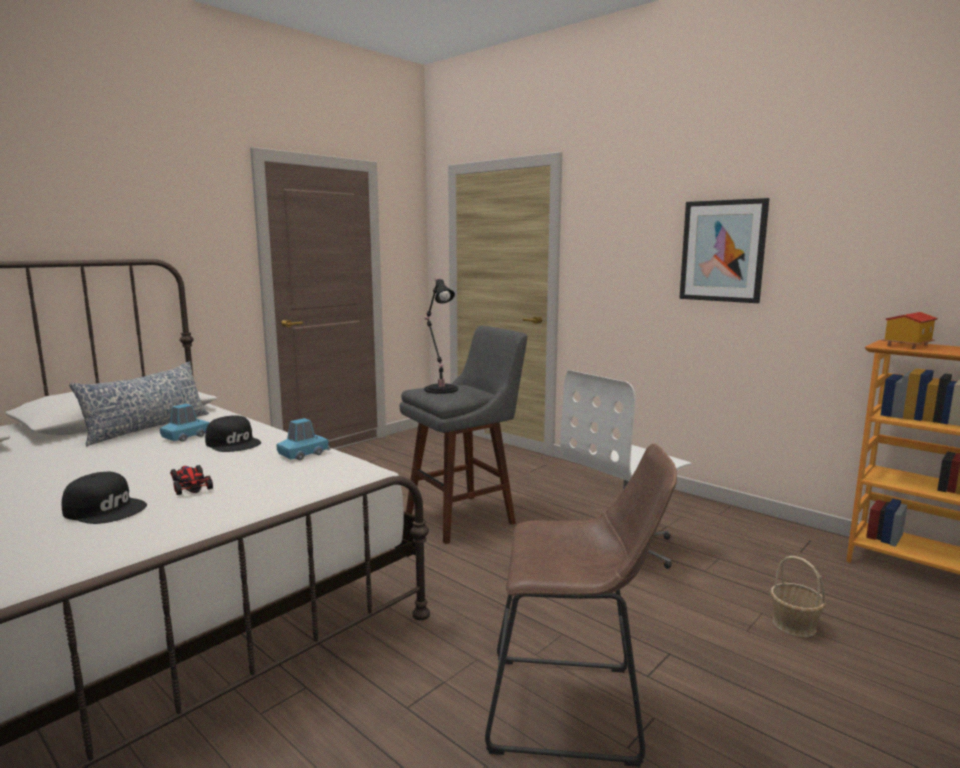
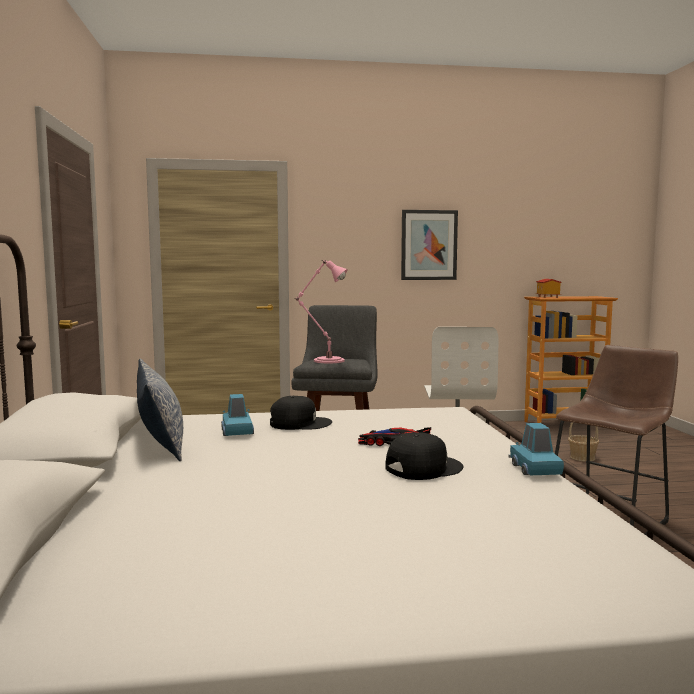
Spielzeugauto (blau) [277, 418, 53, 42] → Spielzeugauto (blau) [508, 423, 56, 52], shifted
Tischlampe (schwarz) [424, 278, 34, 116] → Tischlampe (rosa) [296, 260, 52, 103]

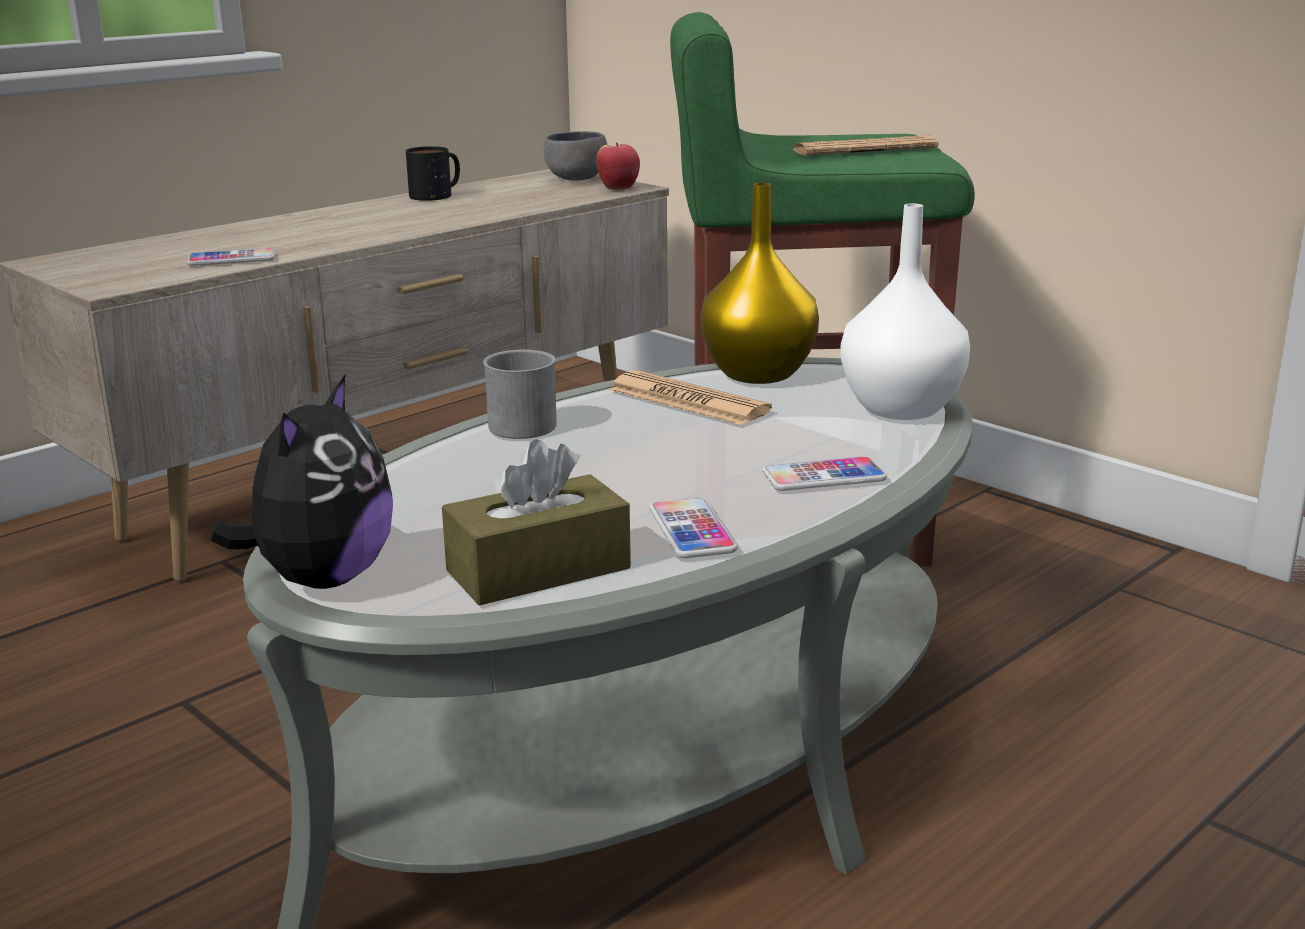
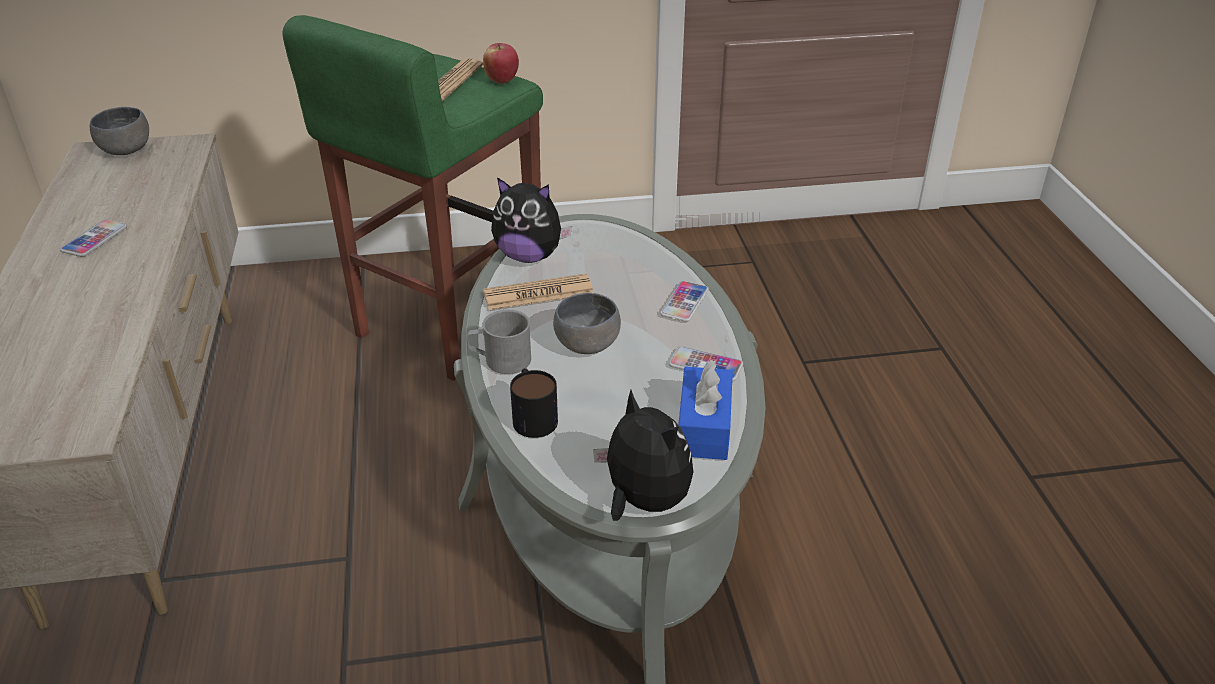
Handy [187, 248, 88, 18] → Handy [60, 220, 67, 37], shifted
Henkelbecher [406, 146, 54, 55] → Henkelbecher [510, 368, 48, 70], shifted
Taschentuchbox (braun) [442, 439, 189, 167] → Taschentuchbox (blau) [678, 360, 55, 100]
Apfel [597, 143, 43, 47] → Apfel [483, 43, 36, 41], shifted
Vase (gelb) [701, 183, 118, 201] → Plüschtier [491, 177, 81, 86]
Vase (weiß) [840, 204, 130, 216] → -
- → Schüssel (grau) [553, 293, 68, 61]

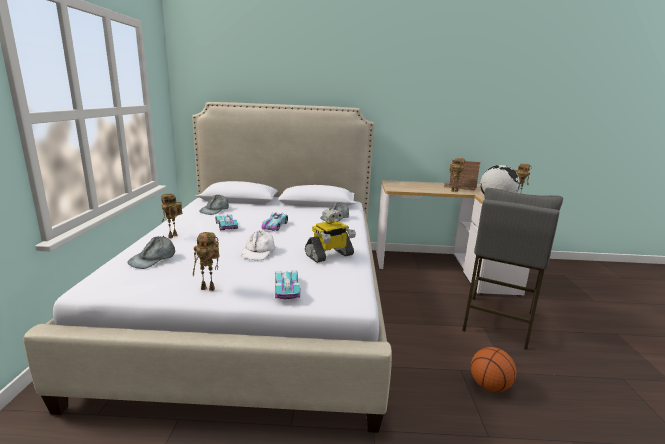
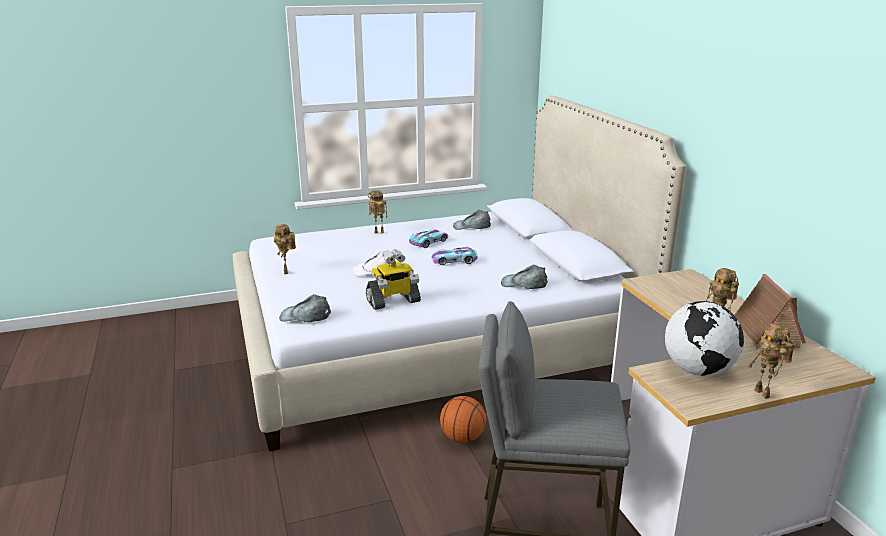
Kappe (grau) [128, 236, 47, 33] → Kappe (grau) [279, 294, 52, 28], shifted
Spielzeugauto [275, 271, 25, 28] → -
Spielzeugroboter [305, 209, 51, 54] → Spielzeugroboter [366, 249, 55, 61], 60 degrees counterclockwise
Basketball [471, 347, 46, 45] → Basketball [440, 396, 46, 47], shifted

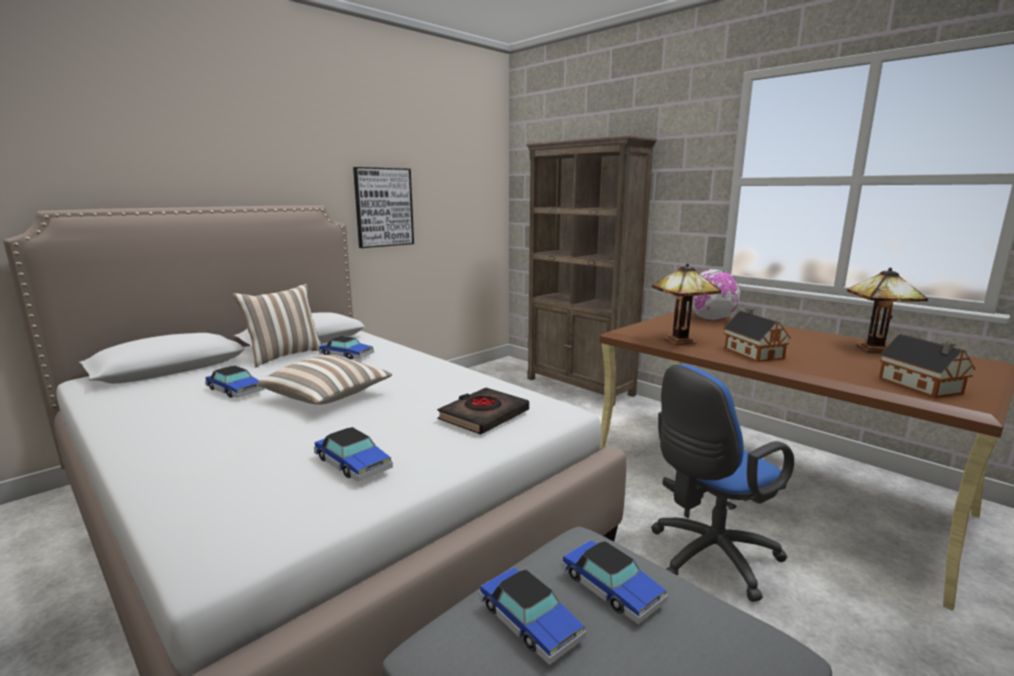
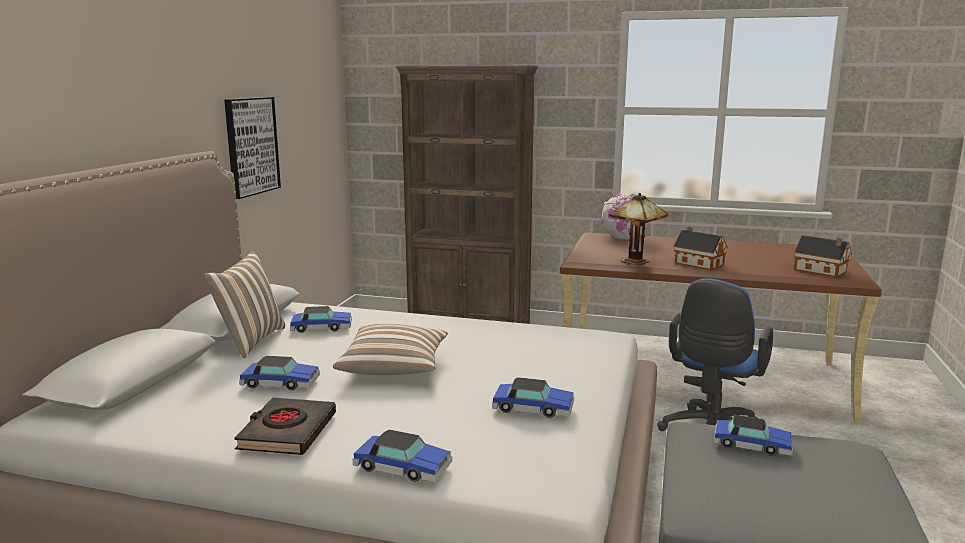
Buch (schwarz) [437, 388, 92, 47] → Buch (schwarz) [234, 398, 102, 57], shifted
Spielzeugauto [479, 567, 107, 98] → Spielzeugauto [353, 430, 99, 52], shifted
Tischlampe [847, 268, 81, 85] → -

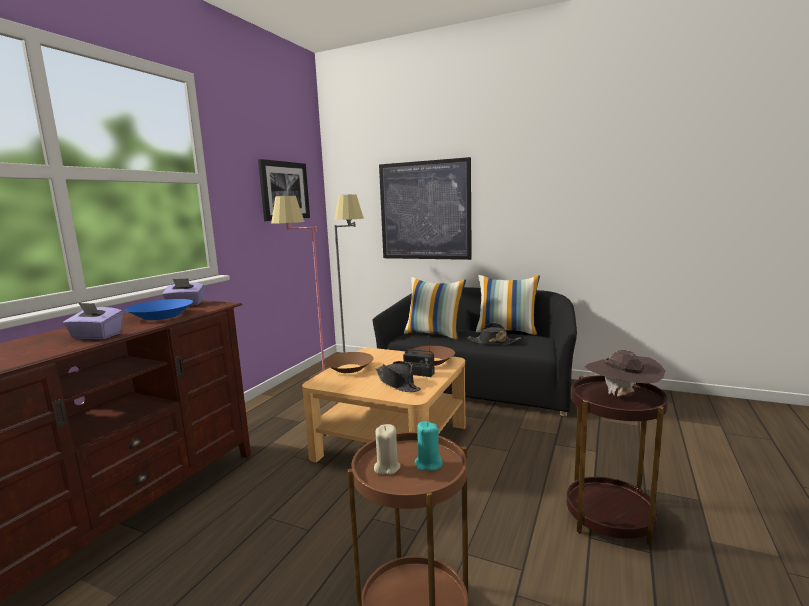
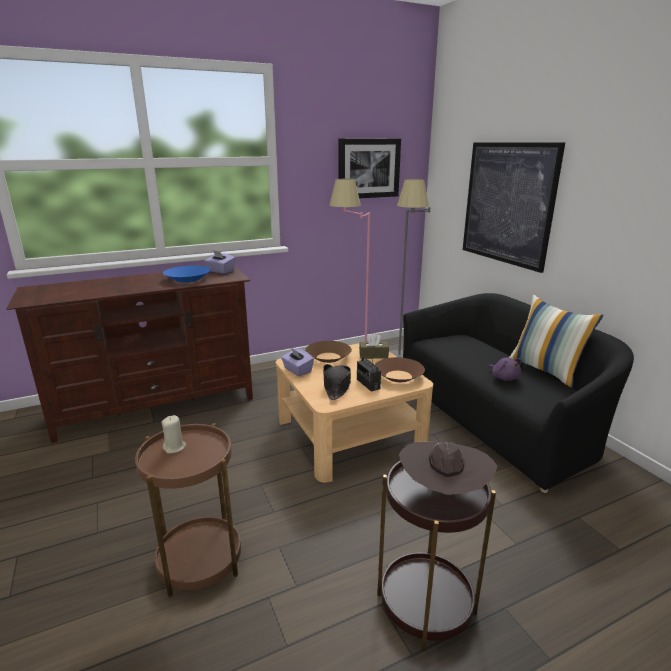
Taschentuchbox (lila) [63, 303, 60, 36] → Taschentuchbox (lila) [281, 348, 33, 28], shifted
Kissen [404, 277, 62, 63] → -
Kerze (türkis) [414, 422, 29, 49] → -
Hut (schwarz) [467, 322, 54, 23] → Plüschtier (lila) [488, 358, 33, 23]
- → Taschentuchbox (braun) [359, 333, 30, 26]

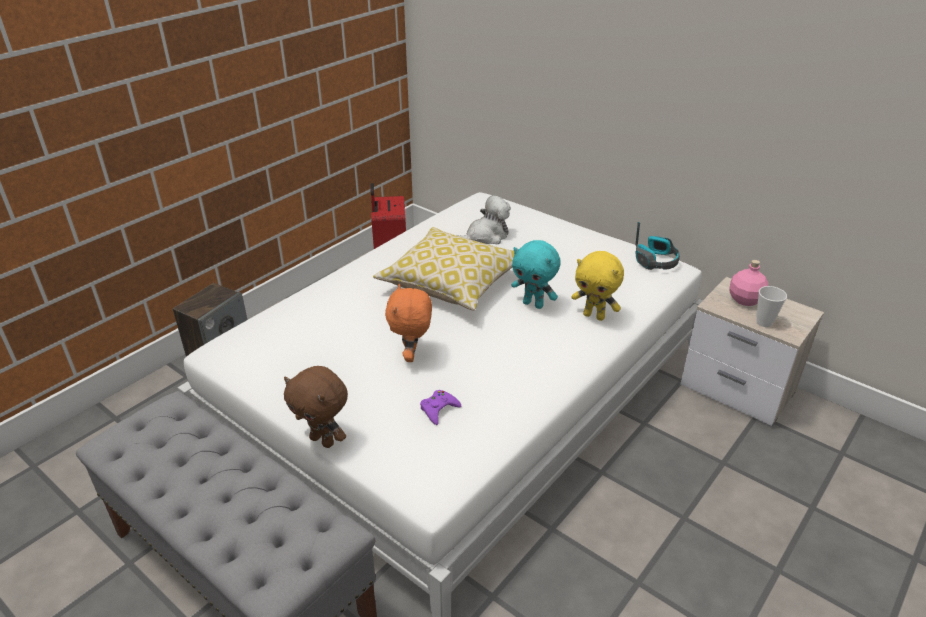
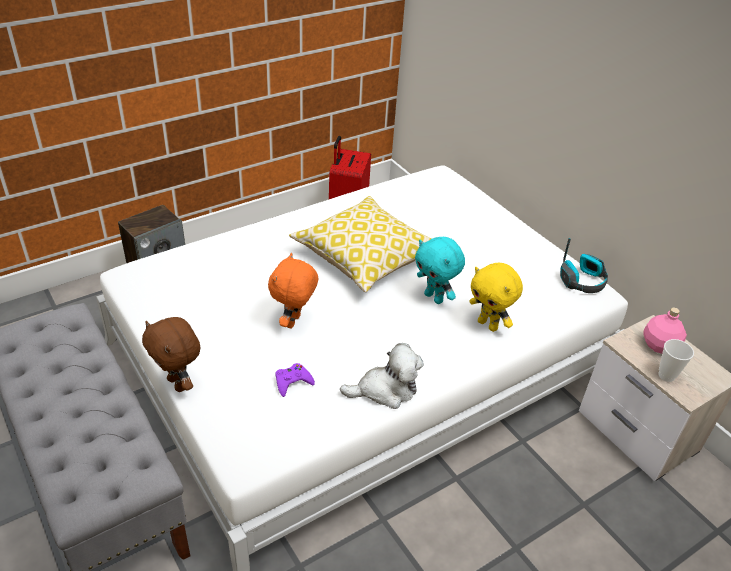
Plüschtier [457, 195, 54, 49] → Plüschtier [340, 343, 84, 66], shifted

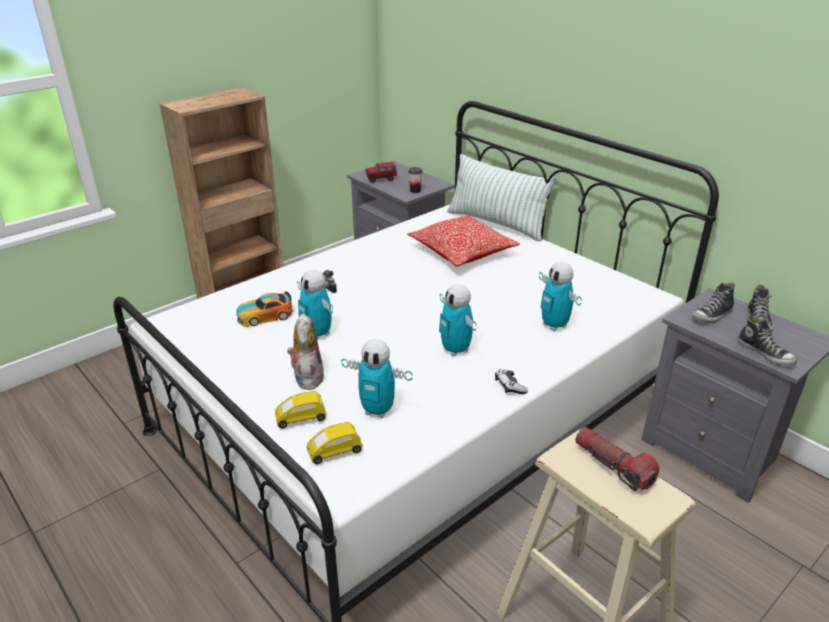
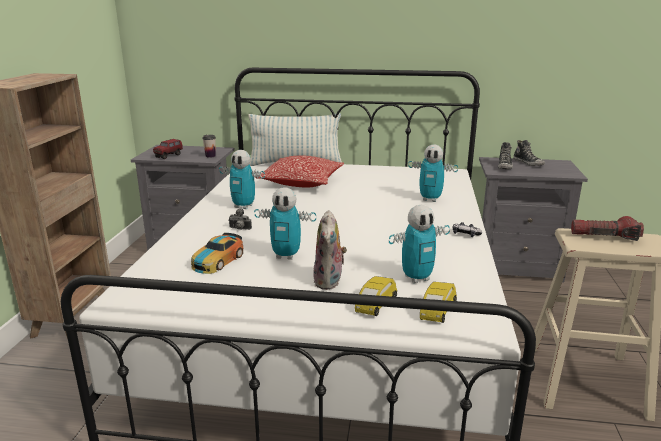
Plüschtier [287, 313, 37, 77] → Plüschtier [313, 210, 34, 80], 135 degrees counterclockwise
Spielzeugroboter [439, 284, 38, 73] → Spielzeugroboter [219, 150, 46, 59], shifted
Schuh [737, 315, 60, 51] → -

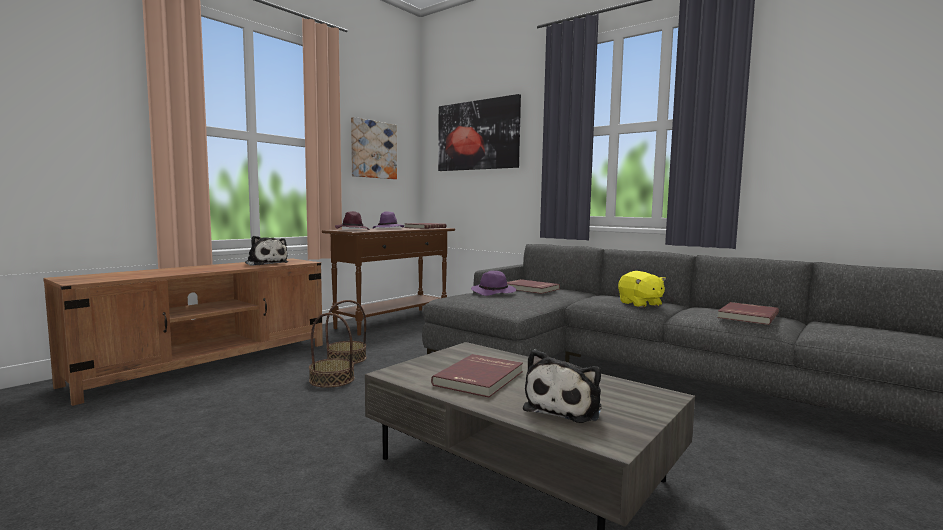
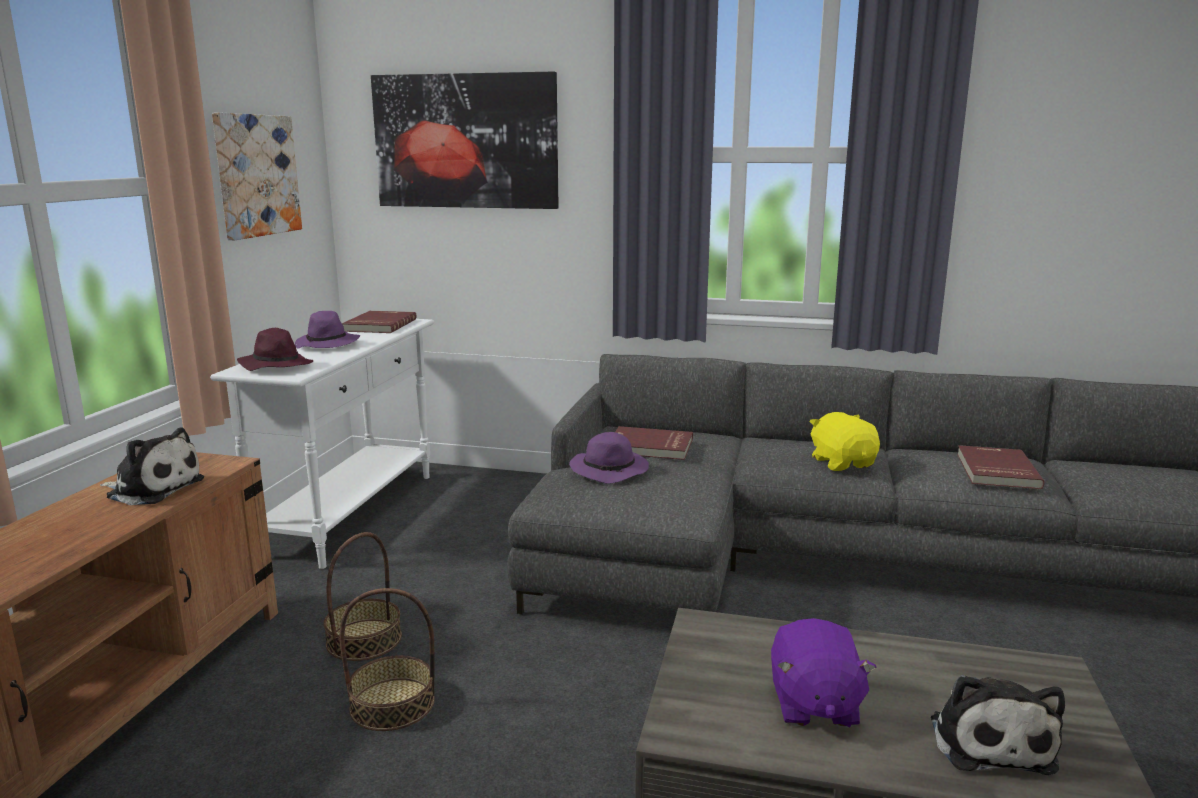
Konsolentisch (braun) [322, 228, 133, 108] → Konsolentisch (weiß) [210, 319, 224, 250]
Buch (rot) [431, 354, 92, 44] → Plüschtier (lila) [771, 618, 106, 109]
Plüschtier (gelb) [618, 271, 48, 37] → Plüschtier (gelb) [810, 412, 70, 59], 150 degrees counterclockwise

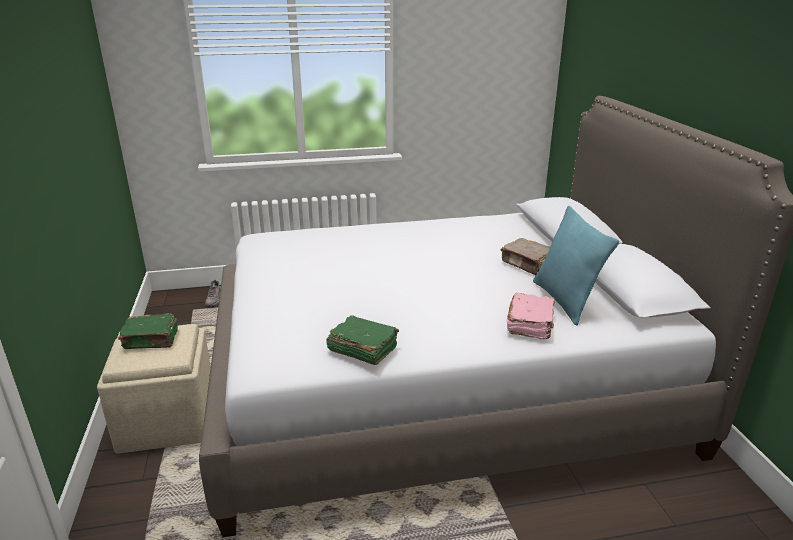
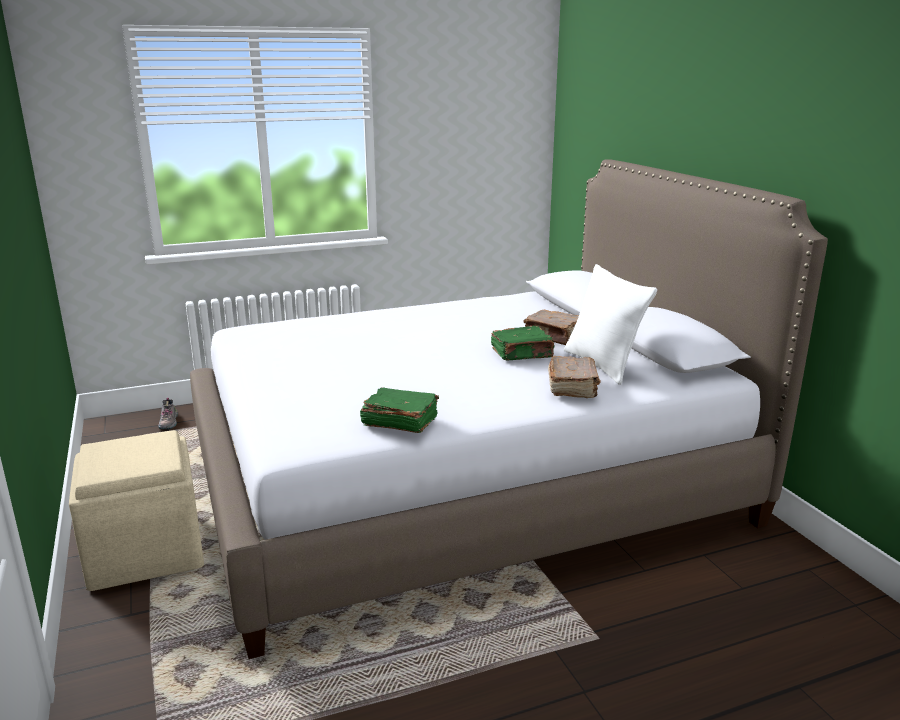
Buch (grün) [118, 313, 61, 36] → Buch (grün) [491, 326, 64, 35], shifted
Buch (rosa) [507, 293, 48, 46] → Buch (braun) [548, 356, 53, 42]
Kissen (türkis) [533, 206, 86, 120] → Kissen (weiß) [564, 264, 93, 121]

